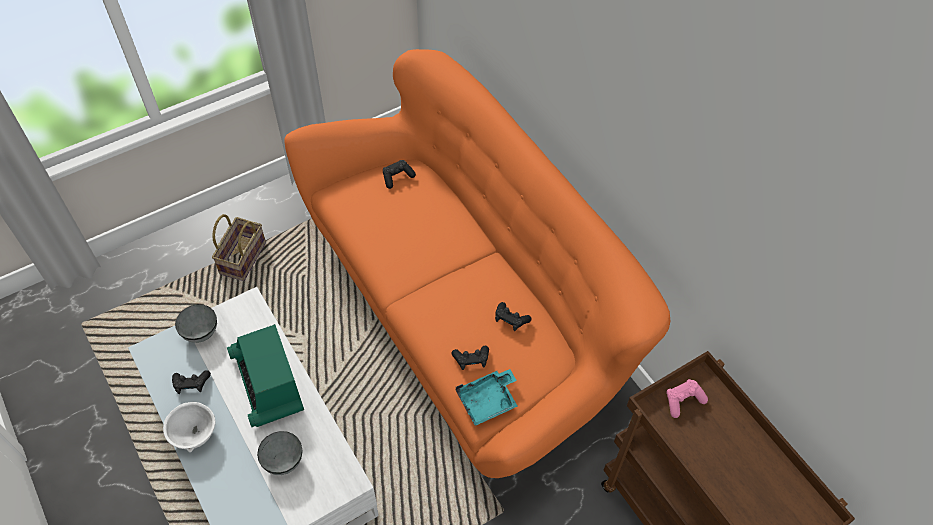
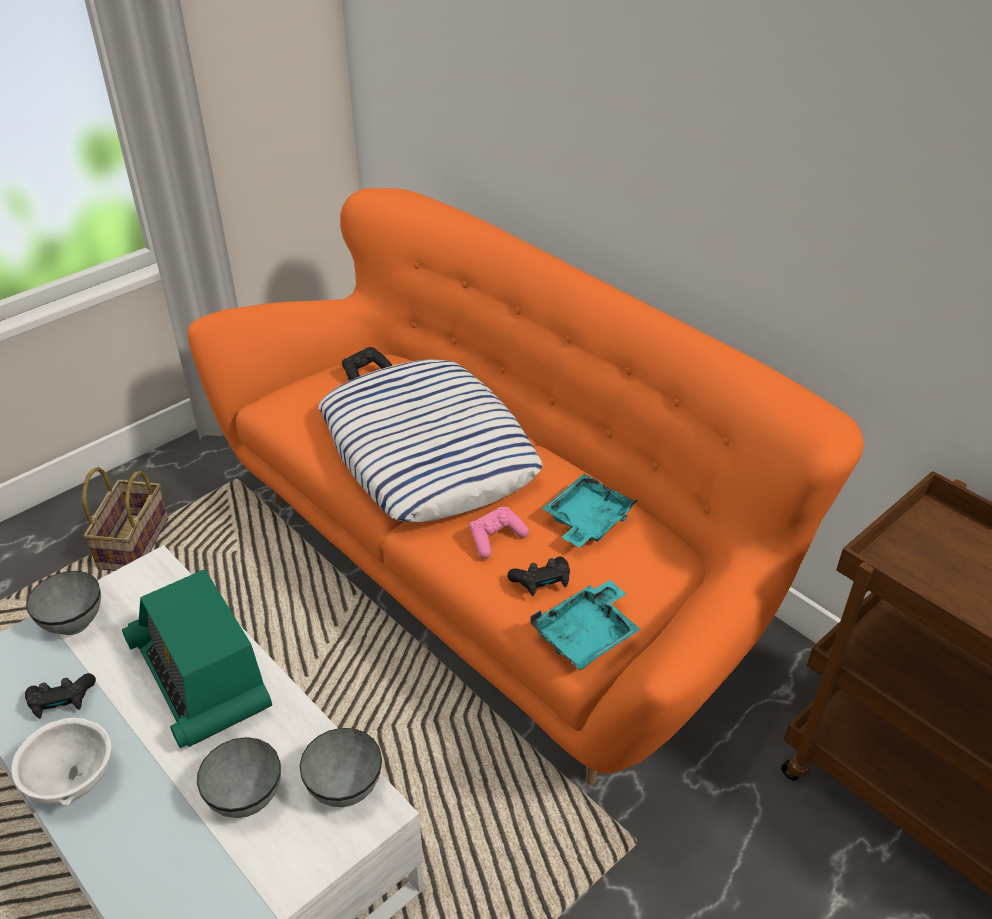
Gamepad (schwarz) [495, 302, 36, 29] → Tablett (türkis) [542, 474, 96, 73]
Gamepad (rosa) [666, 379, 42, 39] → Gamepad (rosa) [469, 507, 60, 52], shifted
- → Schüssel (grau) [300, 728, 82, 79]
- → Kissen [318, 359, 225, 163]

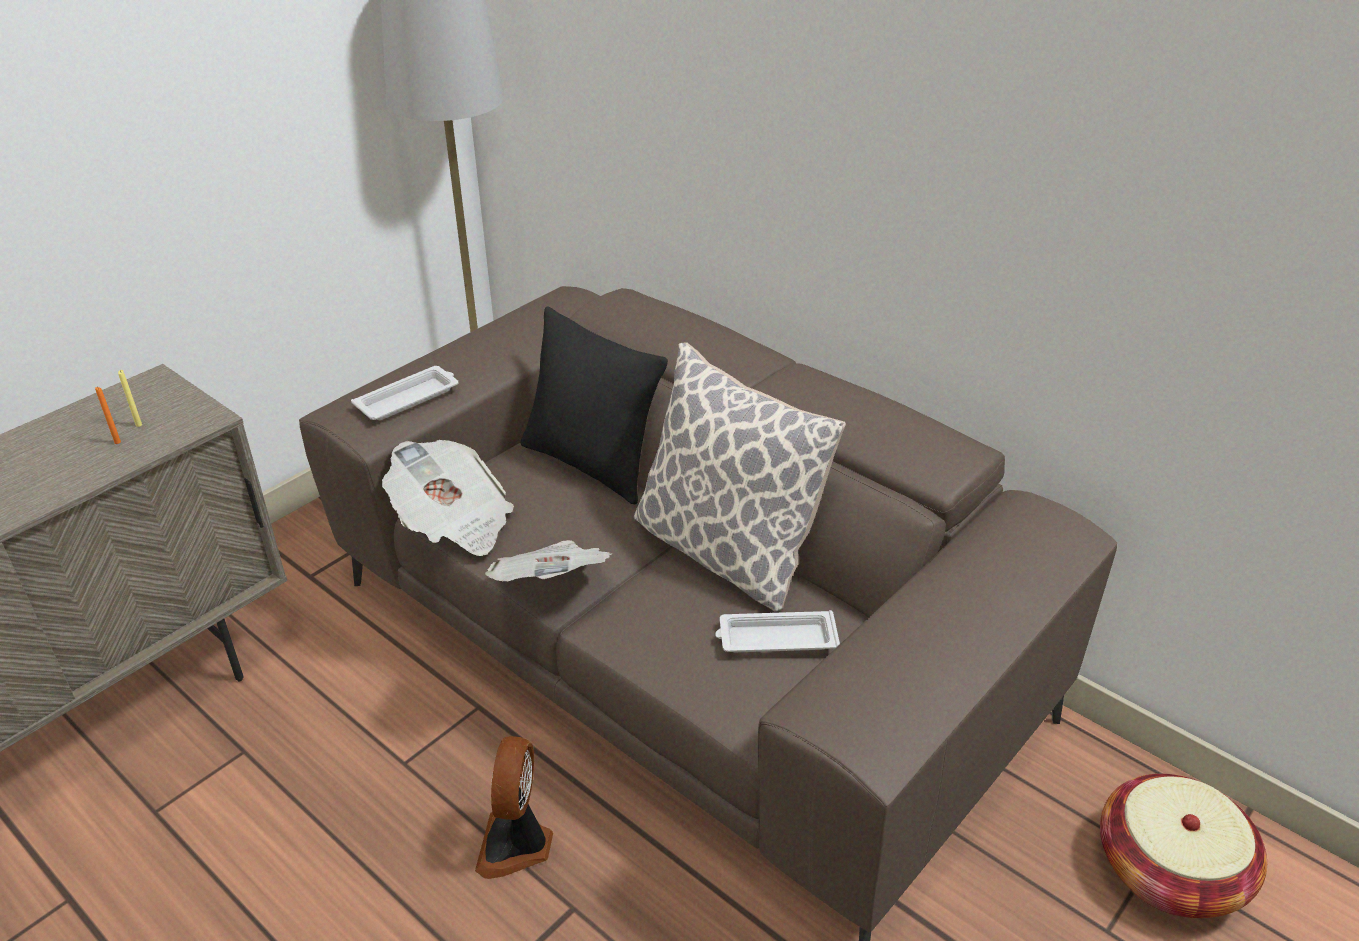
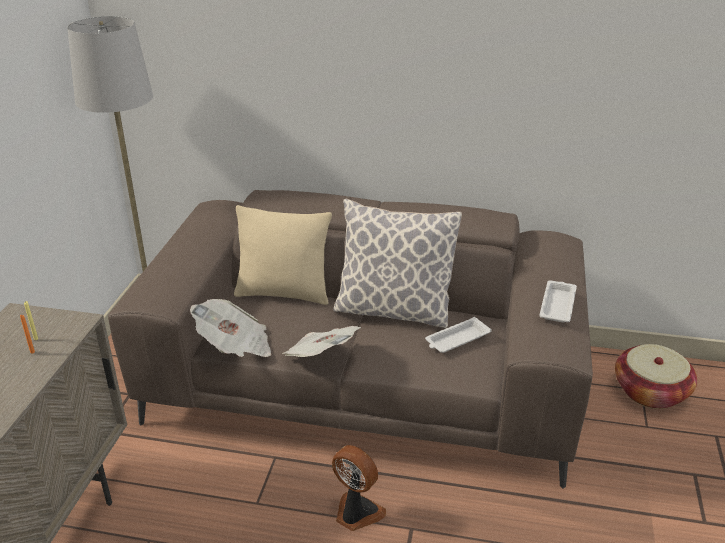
Tablett (weiß) [351, 366, 108, 54] → Tablett (weiß) [539, 280, 38, 43], shifted
Ventilator [475, 736, 78, 143] → Ventilator [332, 445, 54, 86], 150 degrees clockwise
Kissen (schwarz) [521, 306, 147, 198] → Kissen (beige) [234, 205, 98, 100]

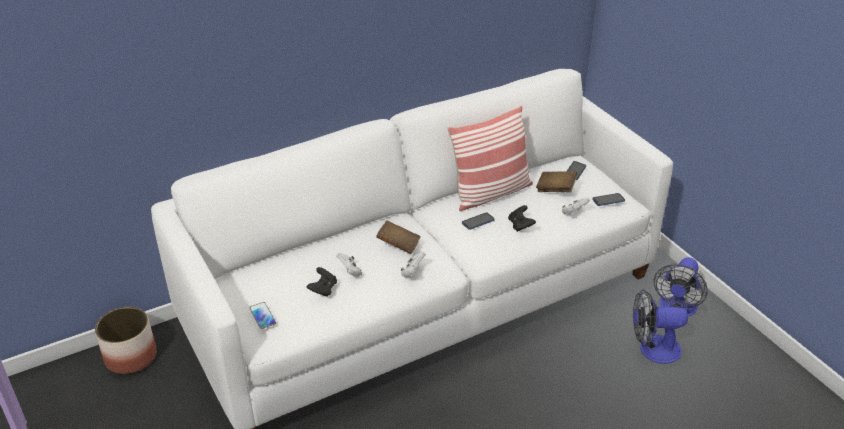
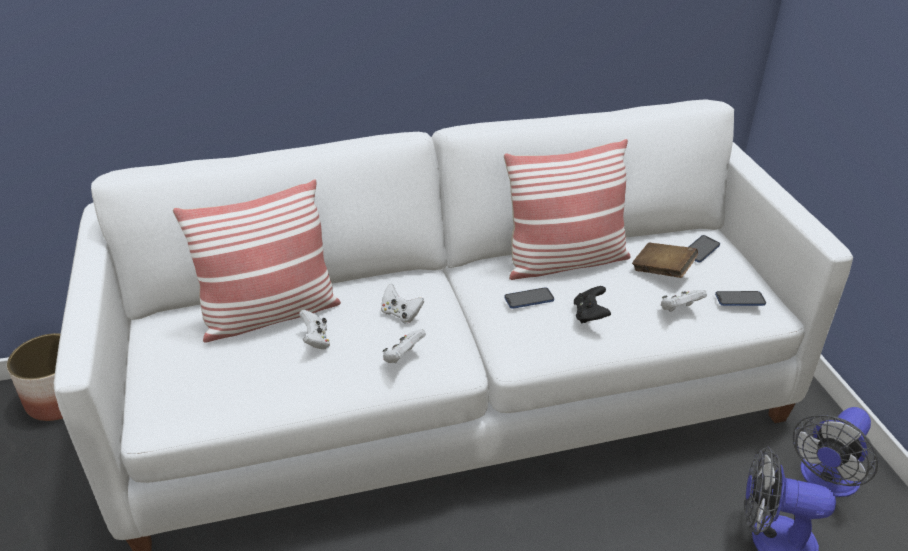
Handy [250, 302, 26, 27] → -
Gamepad (schwarz) [307, 267, 30, 30] → -
Buch (braun) [376, 220, 45, 34] → Gamepad (weiß) [381, 284, 43, 40]
- → Kissen [173, 179, 168, 164]

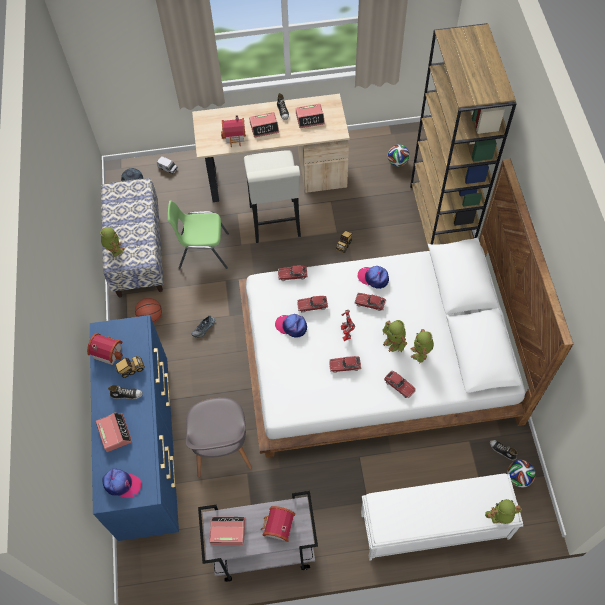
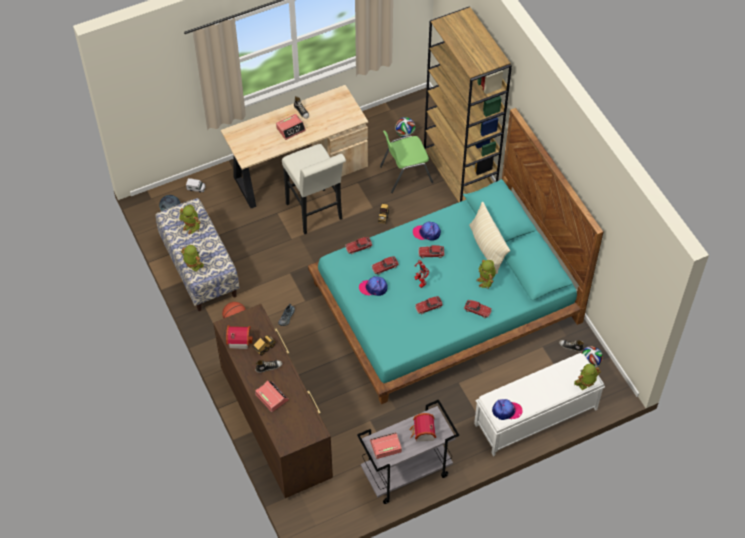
Kommode (blau) [90, 315, 89, 226] → Kommode (braun) [213, 304, 120, 194]
Kappe [102, 468, 39, 30] → Kappe [492, 399, 31, 21], shifted
Stuhl (grün) [168, 200, 61, 69] → Stuhl (grün) [380, 130, 53, 63], shifted
Stuhl (grau) [186, 398, 66, 79] → -
Spielzeughaus [221, 115, 25, 32] → -
Bett (weiß) [239, 158, 334, 300] → Bett (türkis) [308, 108, 296, 296]
Wecker [296, 104, 29, 24] → -
Spielzeugroboter [383, 320, 24, 32] → Spielzeugroboter [179, 204, 22, 30], shifted
- → Kissen (beige) [469, 202, 41, 72]

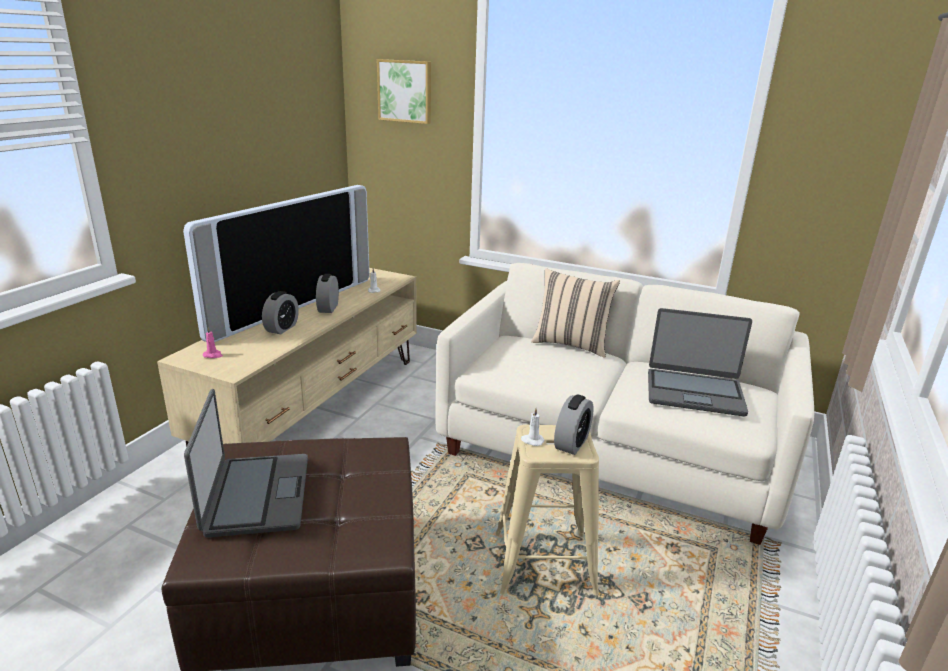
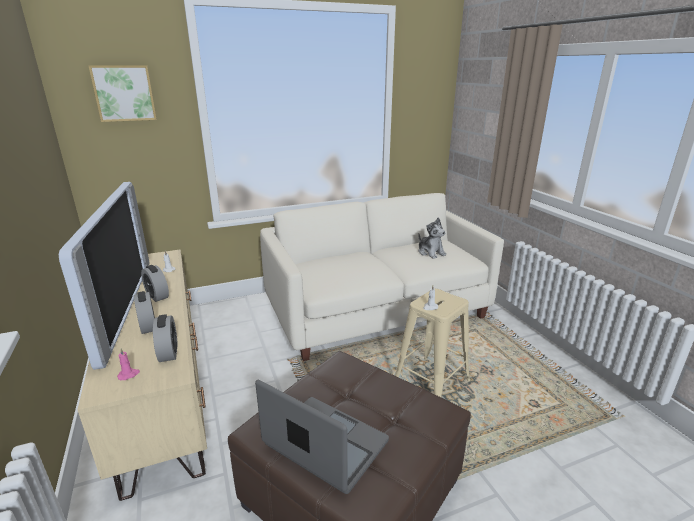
Kissen (beige) [531, 269, 89, 89] → -
Wecker [554, 394, 40, 61] → Wecker [153, 315, 25, 47], shifted
Laptop [648, 308, 104, 108] → Plüschtier [418, 217, 28, 42]

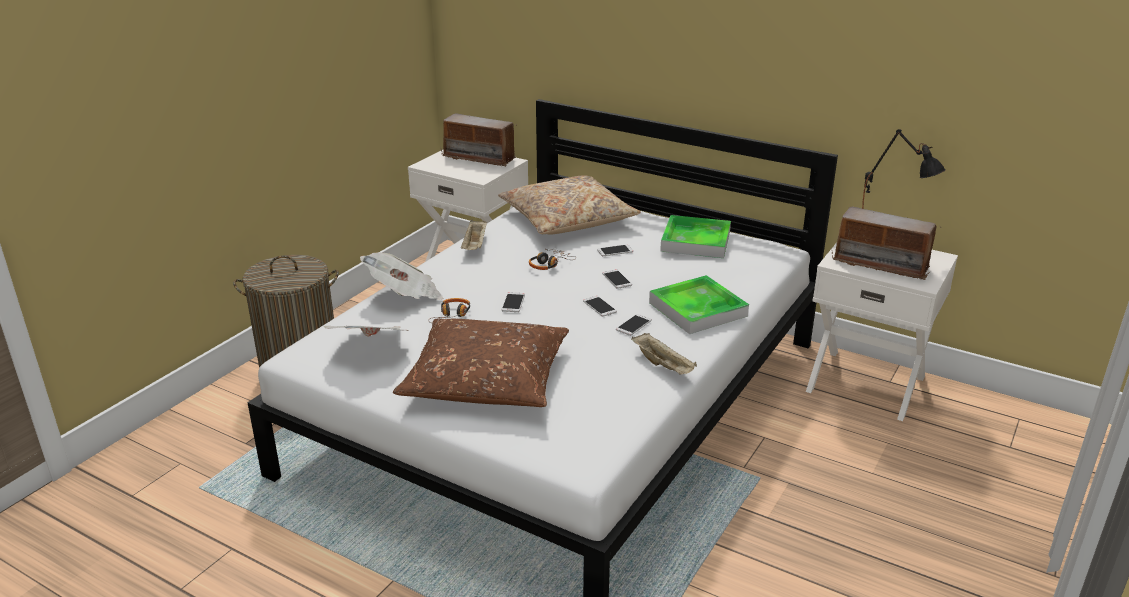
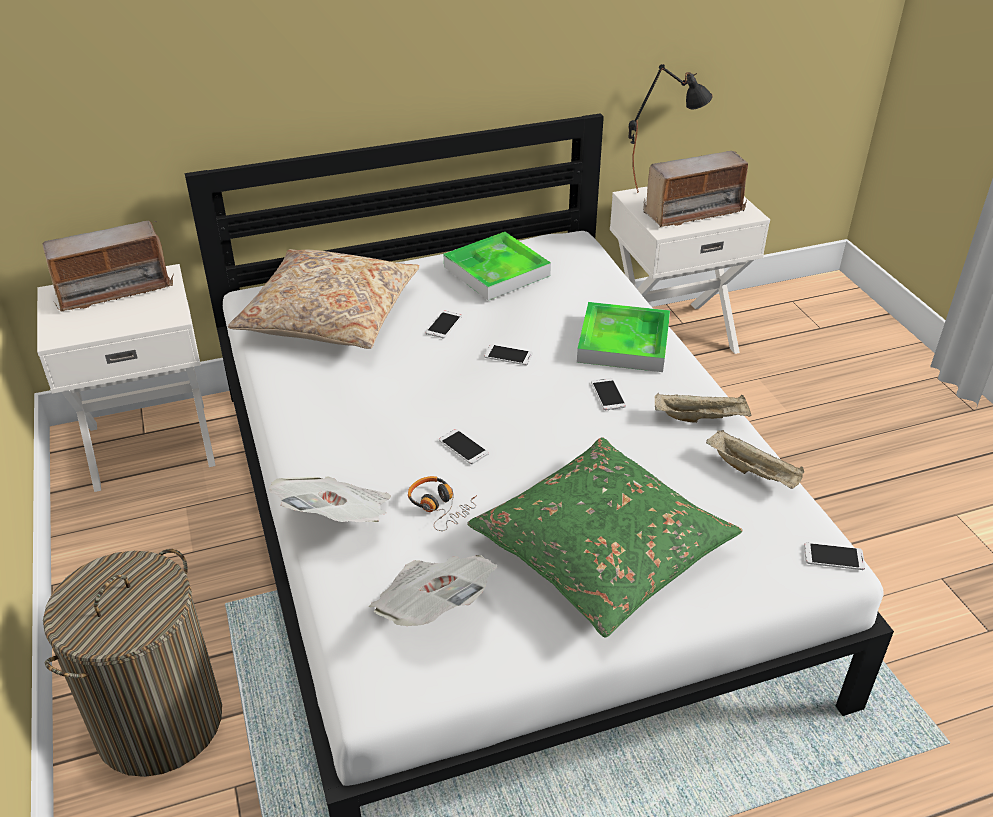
Kissen (braun) [393, 318, 176, 89] → Kissen (grün) [467, 437, 275, 200]
Tablett (beige) [461, 219, 26, 31] → Tablett (beige) [706, 430, 98, 59], shifted
Kopfhörer [529, 249, 47, 21] → -
Handy [583, 296, 34, 21] → Handy [804, 543, 61, 27], shifted

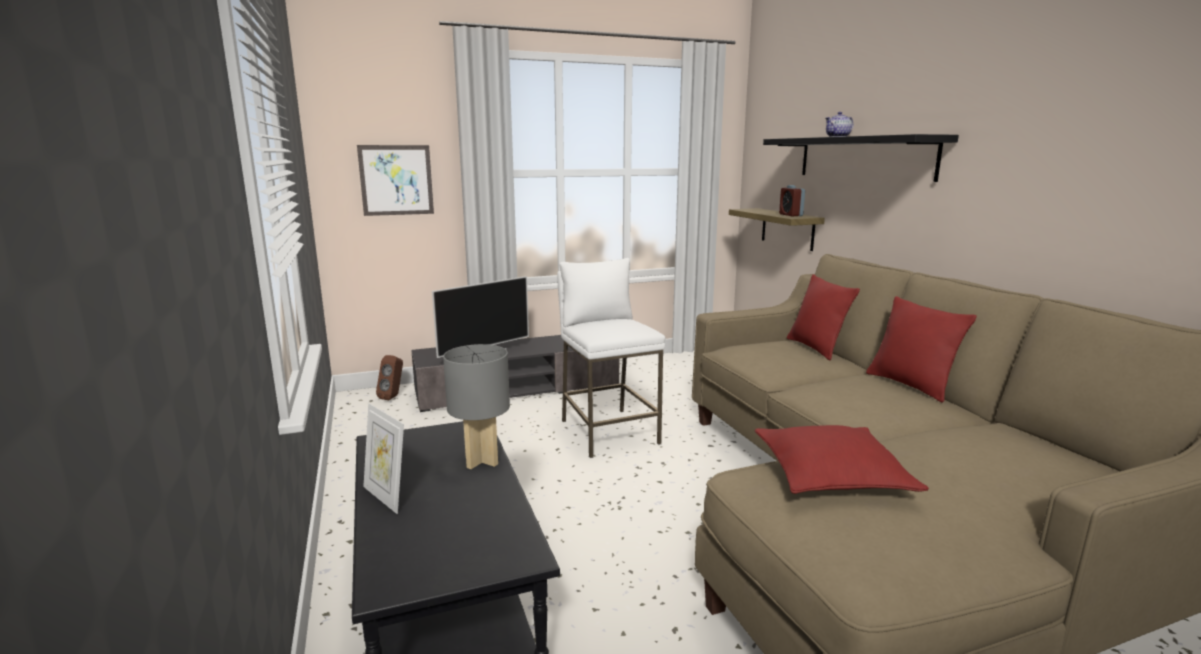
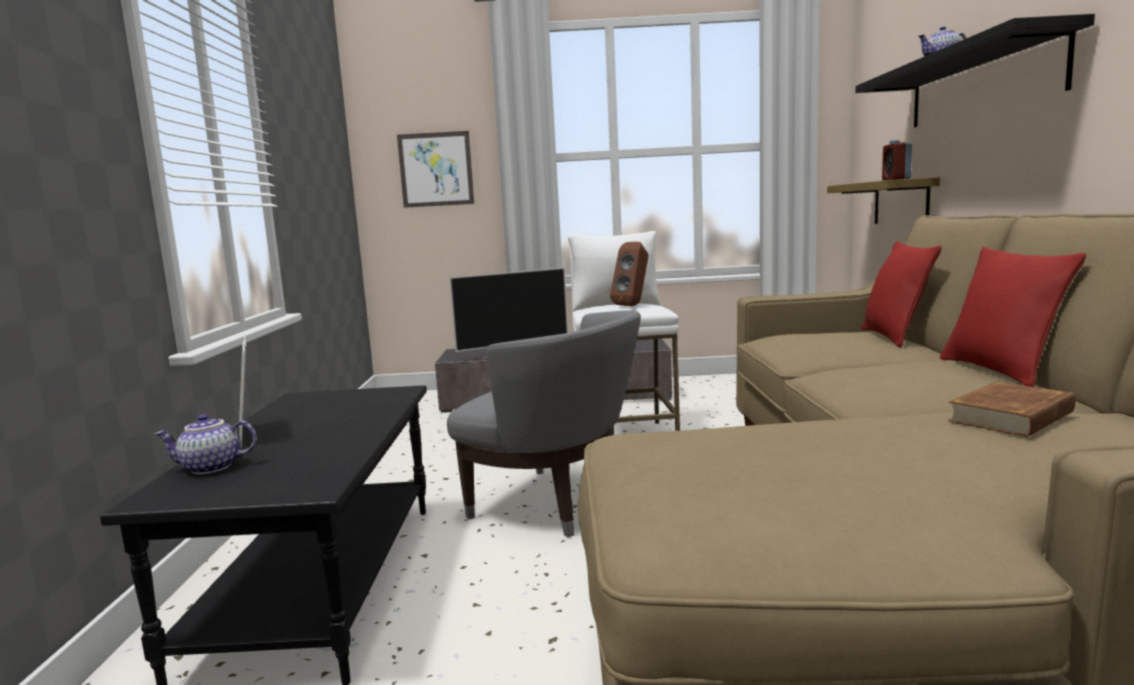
Lautsprecher (braun) [376, 355, 27, 45] → Lautsprecher (braun) [610, 242, 38, 64], shifted
Tischlampe (grau) [443, 344, 67, 125] → -
Kissen (rot) [755, 425, 174, 69] → -
- → Teekanne [155, 414, 102, 60]
- → Sessel (grau) [447, 310, 194, 227]
- → Buch (braun) [948, 382, 128, 55]

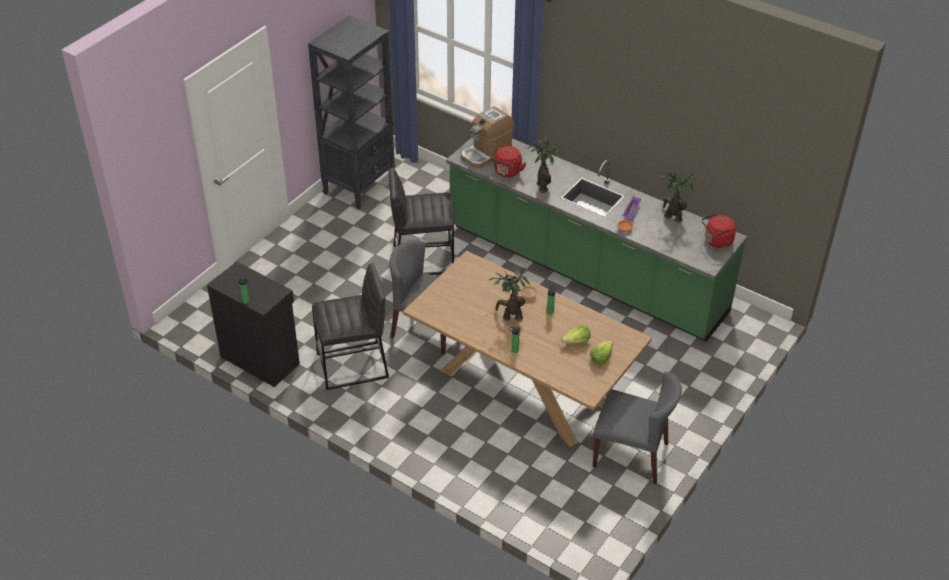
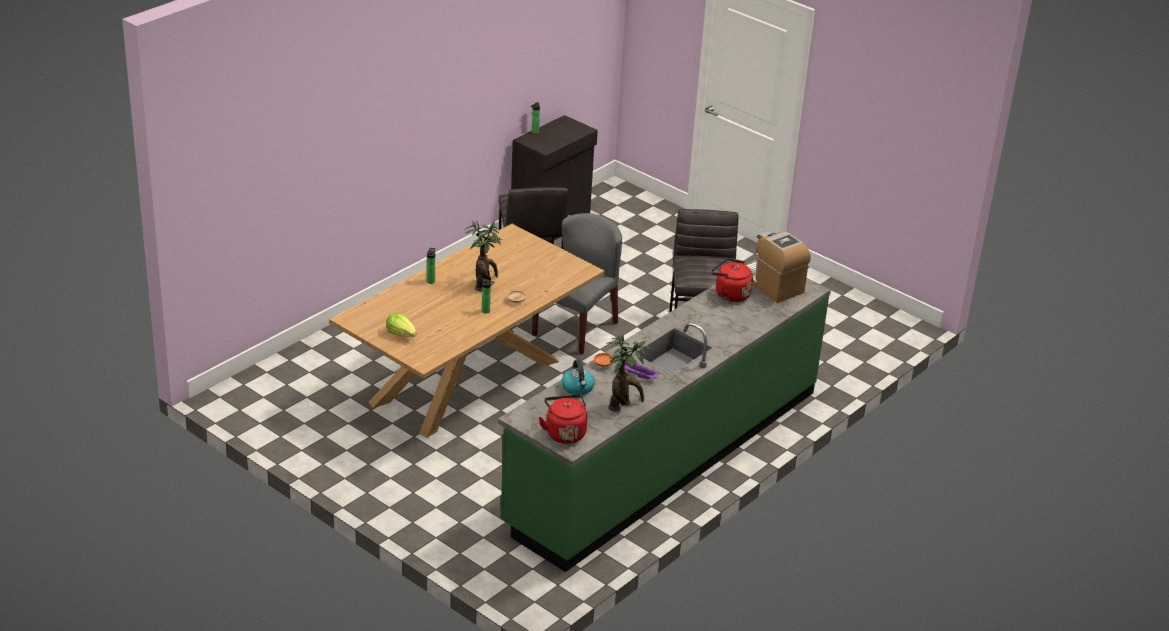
Bücherregal (schwarz) [308, 15, 87, 195] → -
Topfpflanze [528, 137, 35, 56] → -
Salatkopf [561, 325, 29, 19] → -
Stuhl (grau) [593, 372, 89, 112] → -
- → Wasserkessel [561, 359, 34, 36]

